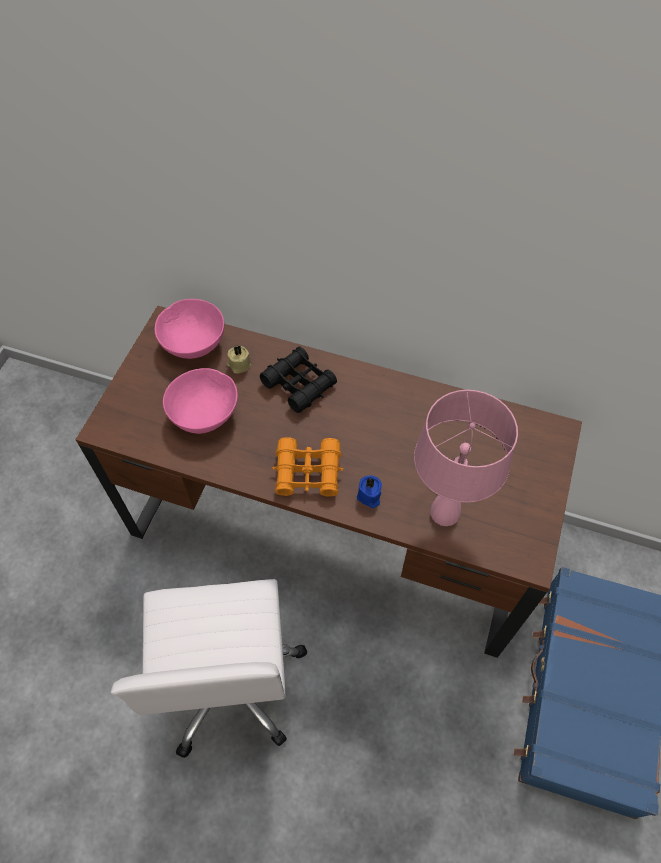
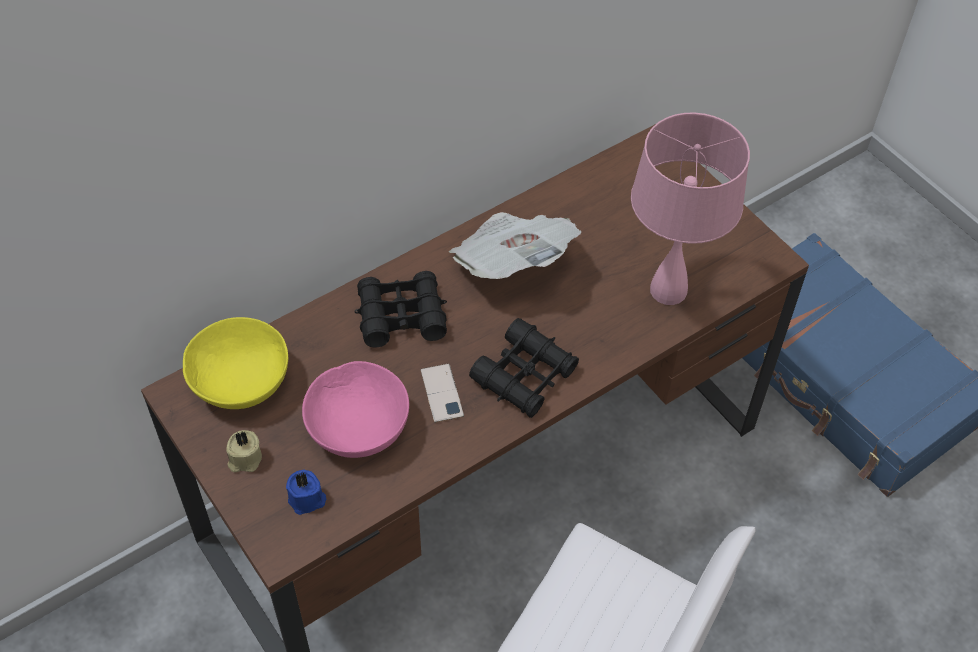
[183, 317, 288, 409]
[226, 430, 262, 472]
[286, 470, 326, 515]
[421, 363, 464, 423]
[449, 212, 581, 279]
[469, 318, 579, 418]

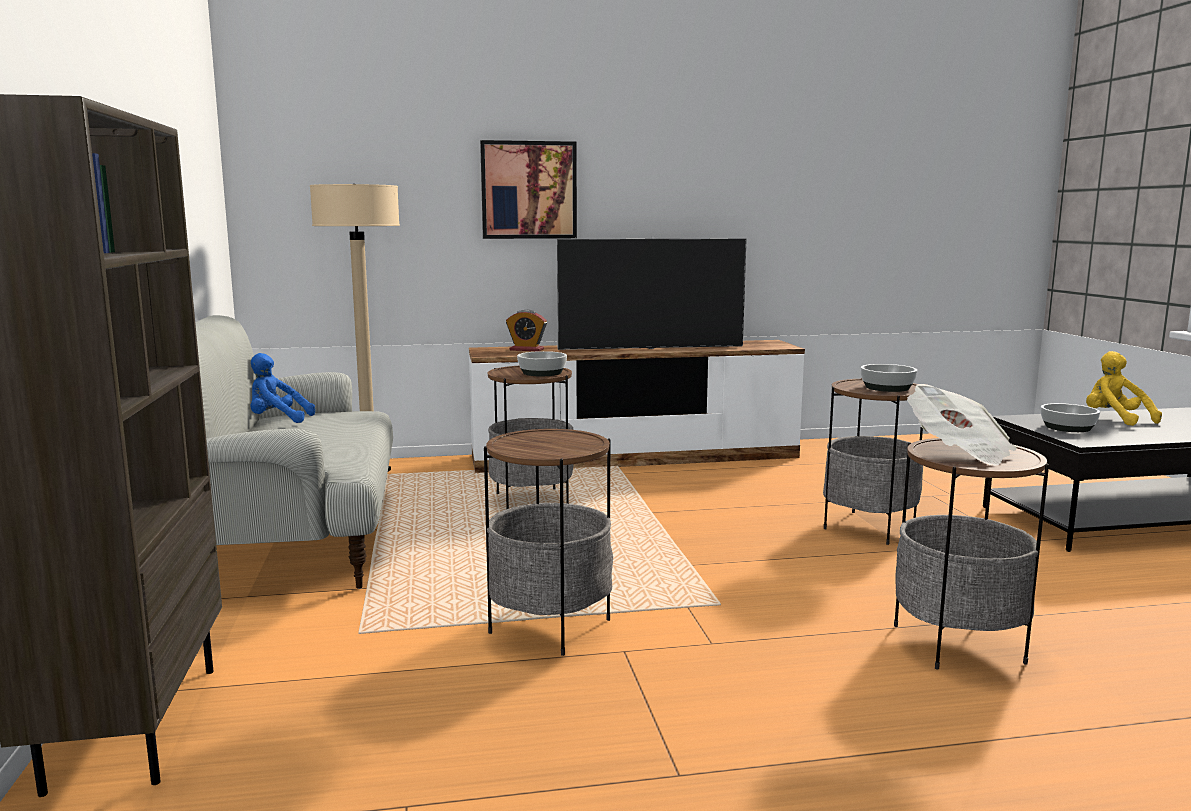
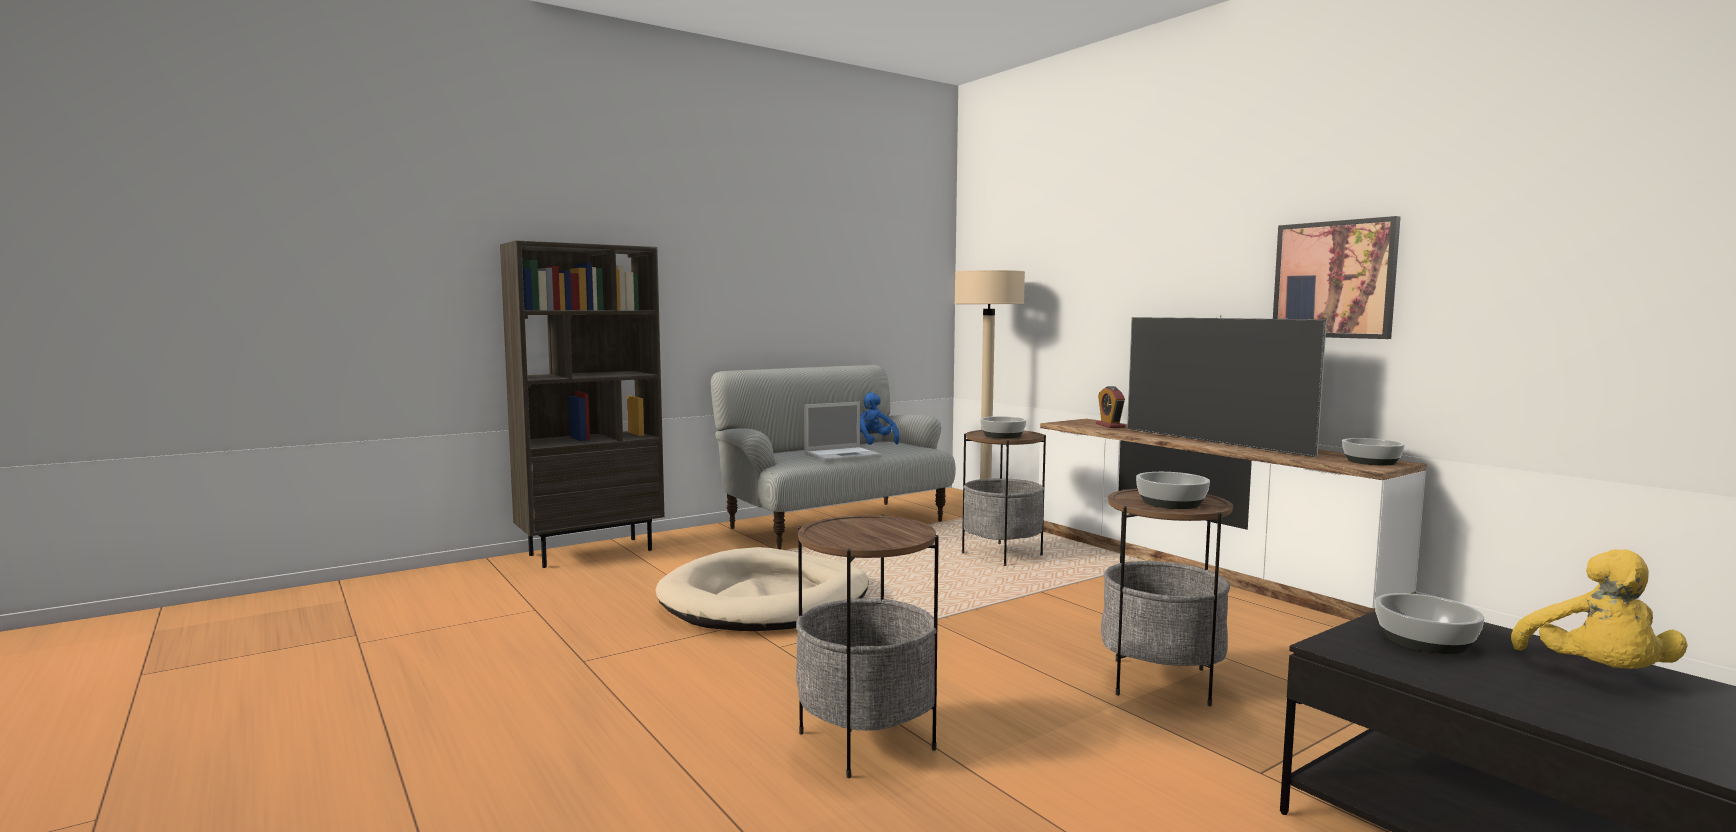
[655, 547, 869, 631]
[804, 402, 882, 462]
[1273, 216, 1401, 339]
[1342, 438, 1405, 466]
[1511, 549, 1687, 669]
[907, 384, 1017, 466] (first image)

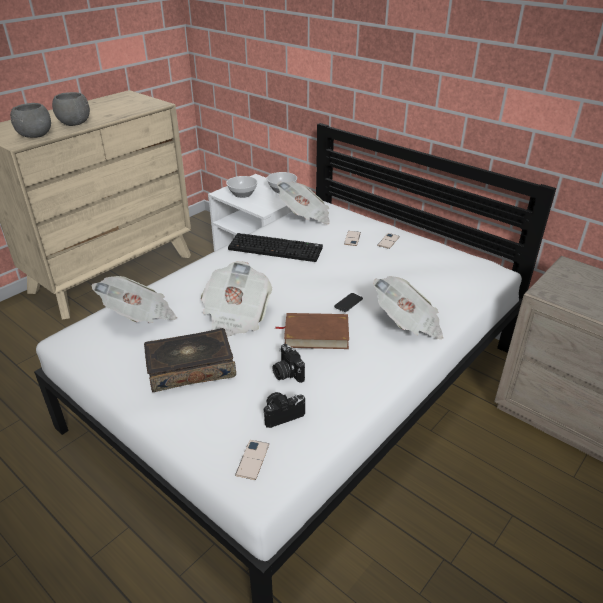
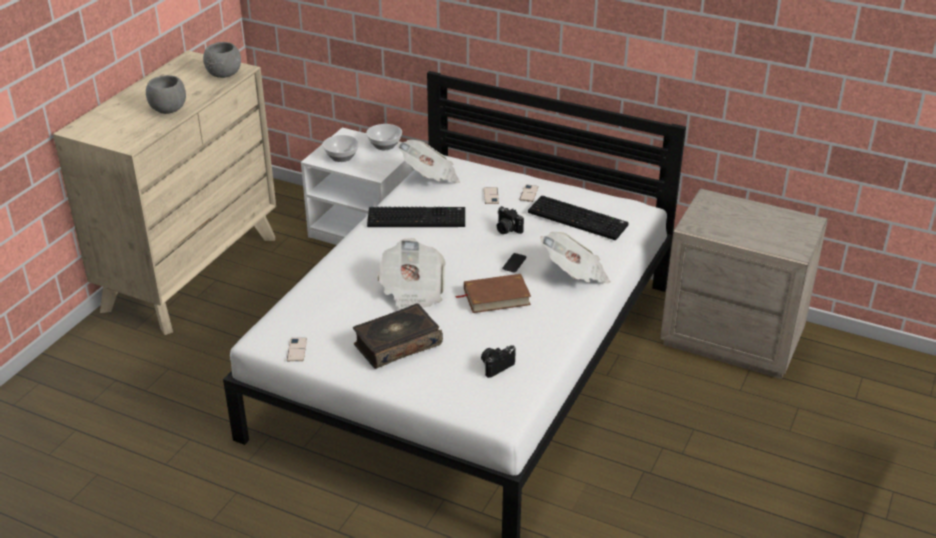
[203, 42, 241, 78]
[287, 338, 307, 361]
[497, 206, 524, 234]
[528, 196, 629, 240]
[92, 276, 177, 323] (first image)

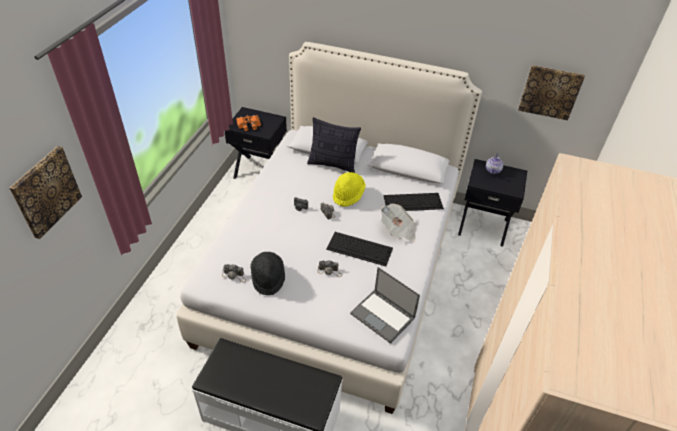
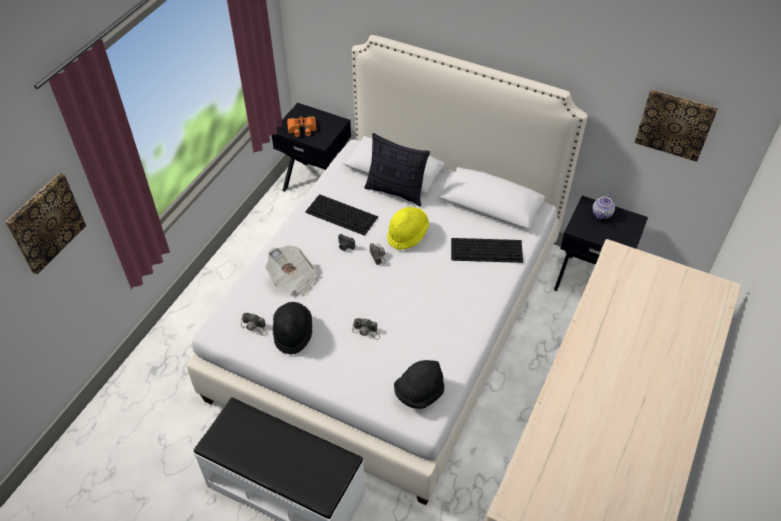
[265, 245, 317, 296]
[305, 194, 378, 236]
[394, 360, 444, 409]

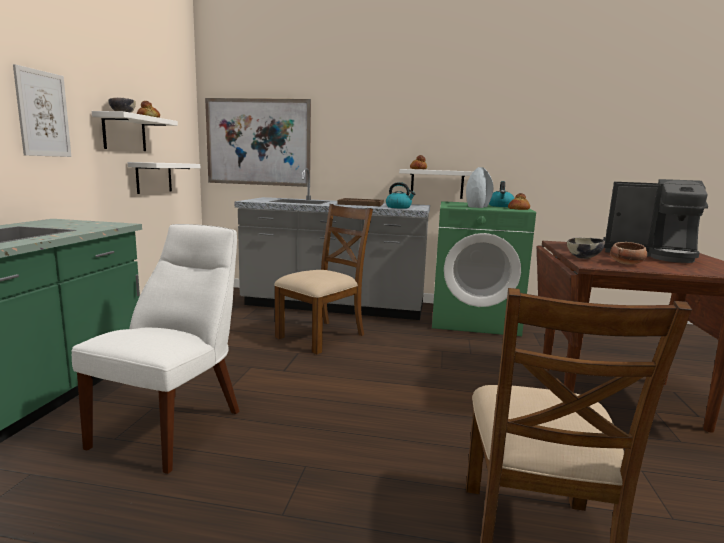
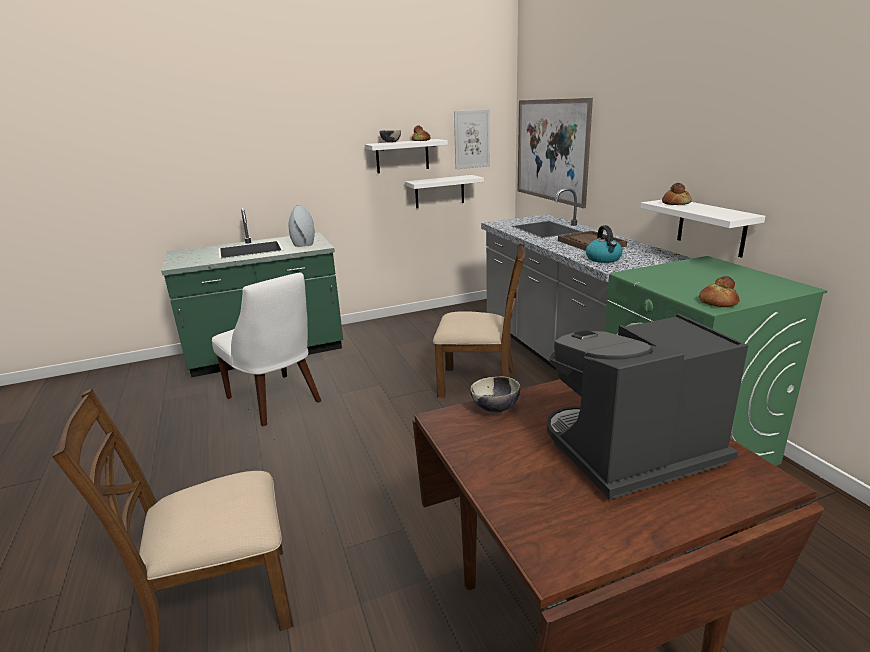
[212, 272, 321, 426]
[288, 205, 315, 247]
[454, 109, 490, 169]
[547, 314, 748, 500]
[489, 181, 515, 207] (first image)
[610, 242, 647, 265] (first image)

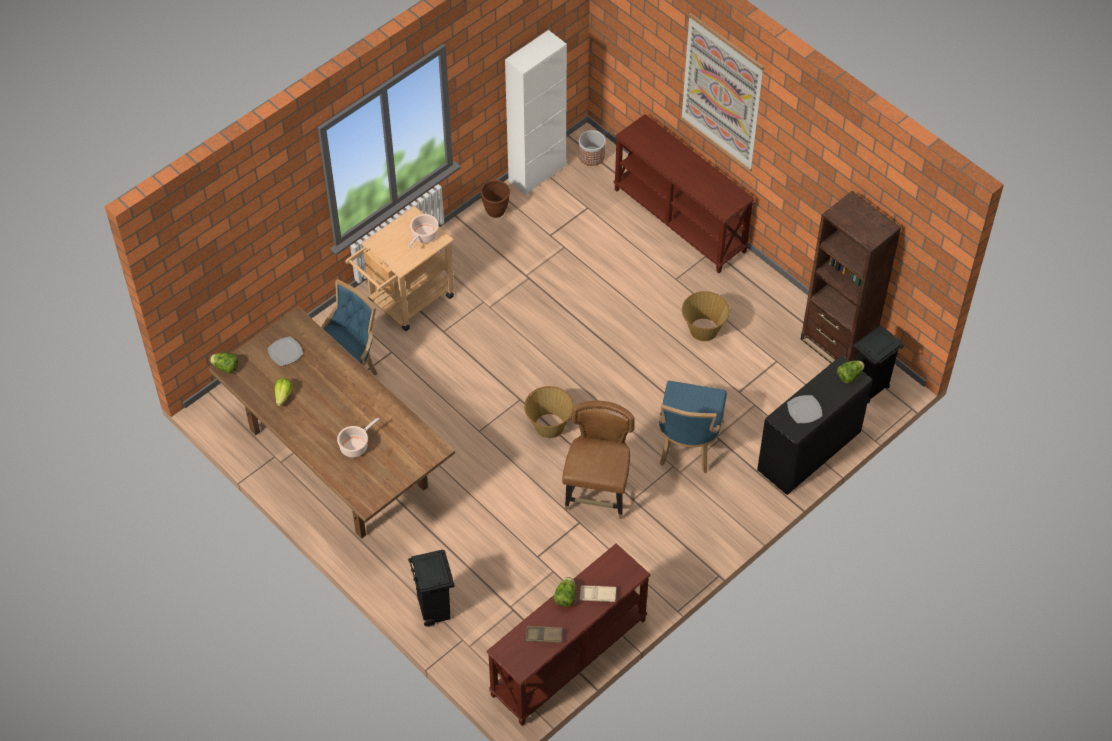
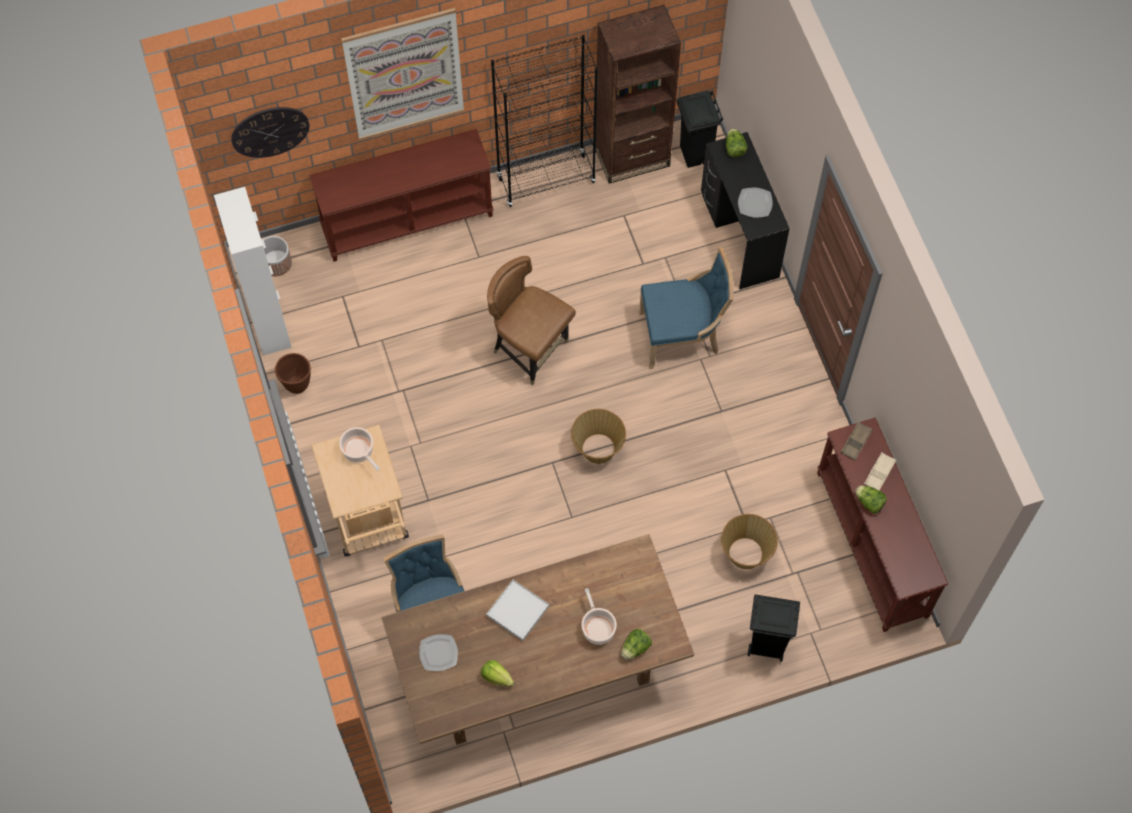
[231, 107, 310, 158]
[486, 580, 549, 641]
[487, 256, 576, 385]
[491, 35, 598, 207]
[621, 629, 652, 660]
[639, 247, 733, 369]
[721, 514, 778, 569]
[841, 422, 873, 461]

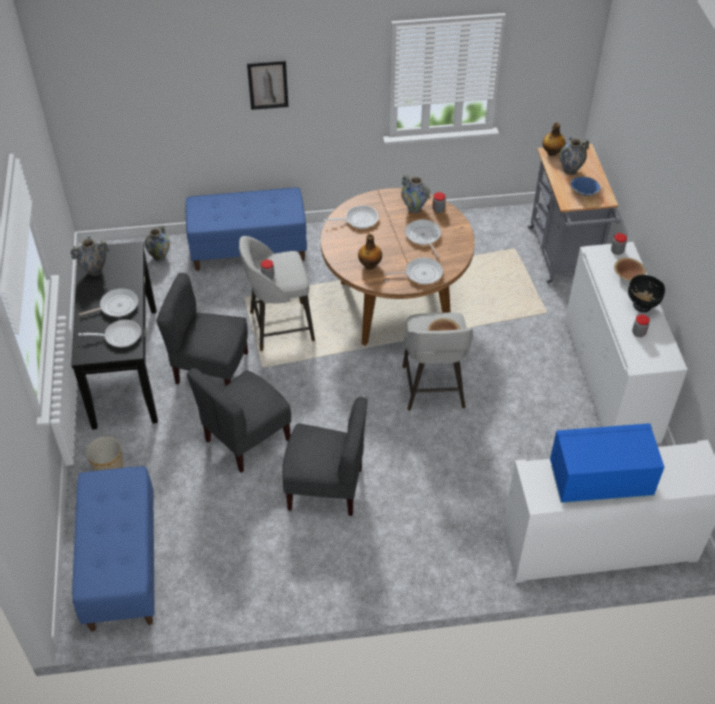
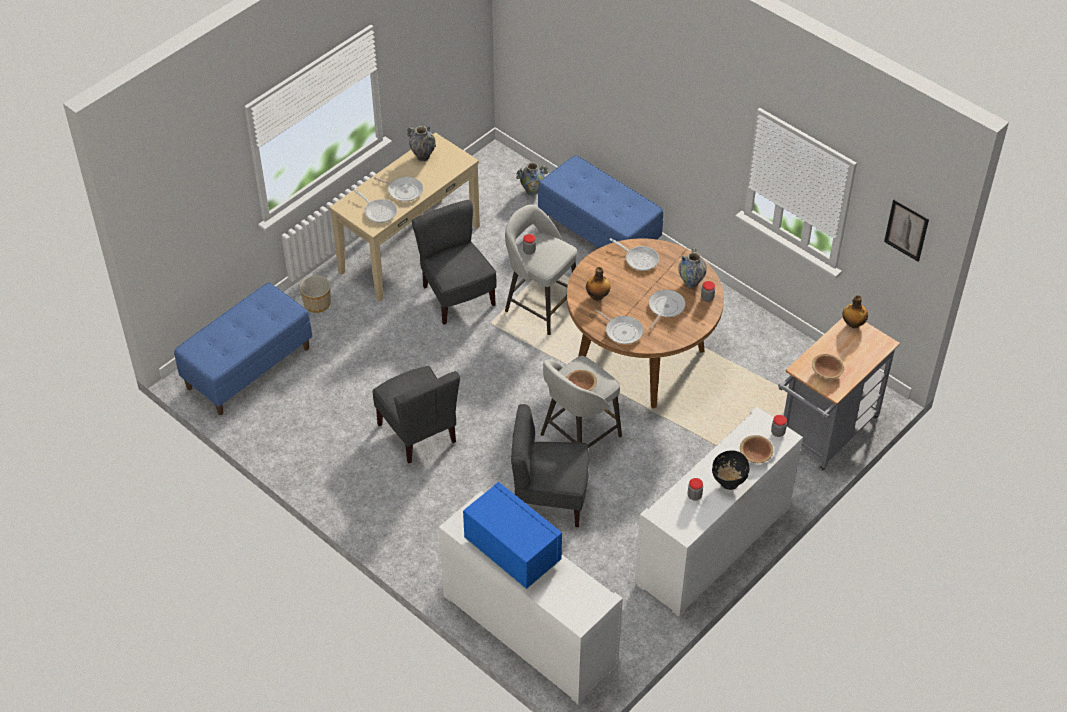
[329, 133, 480, 302]
[511, 404, 589, 527]
[812, 354, 844, 379]
[884, 199, 929, 262]
[560, 137, 590, 175] (first image)

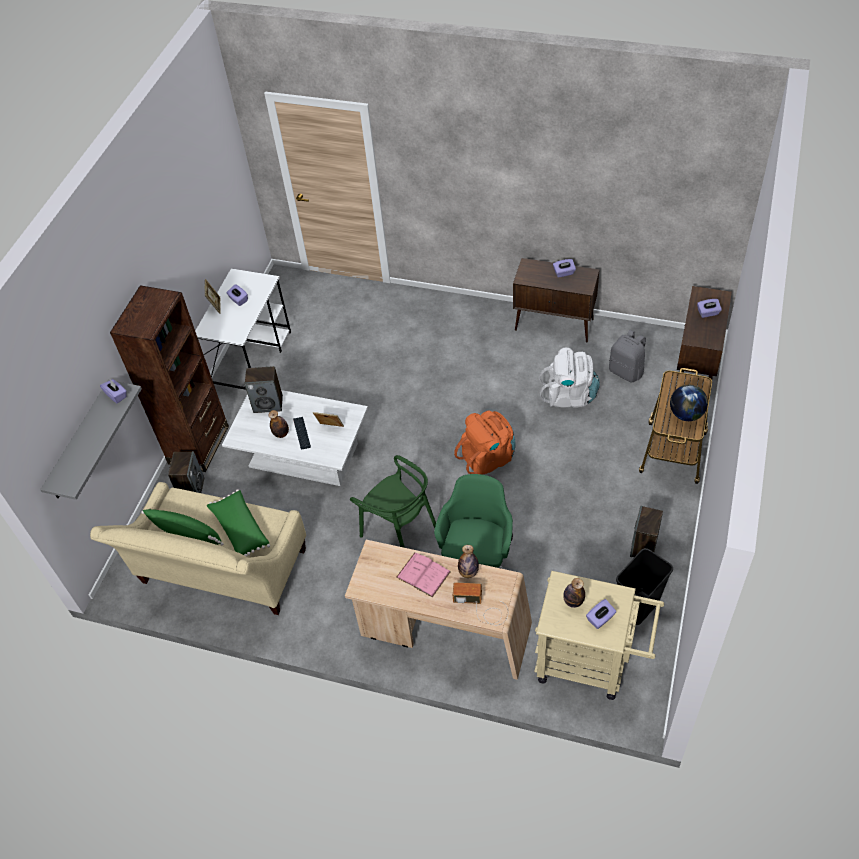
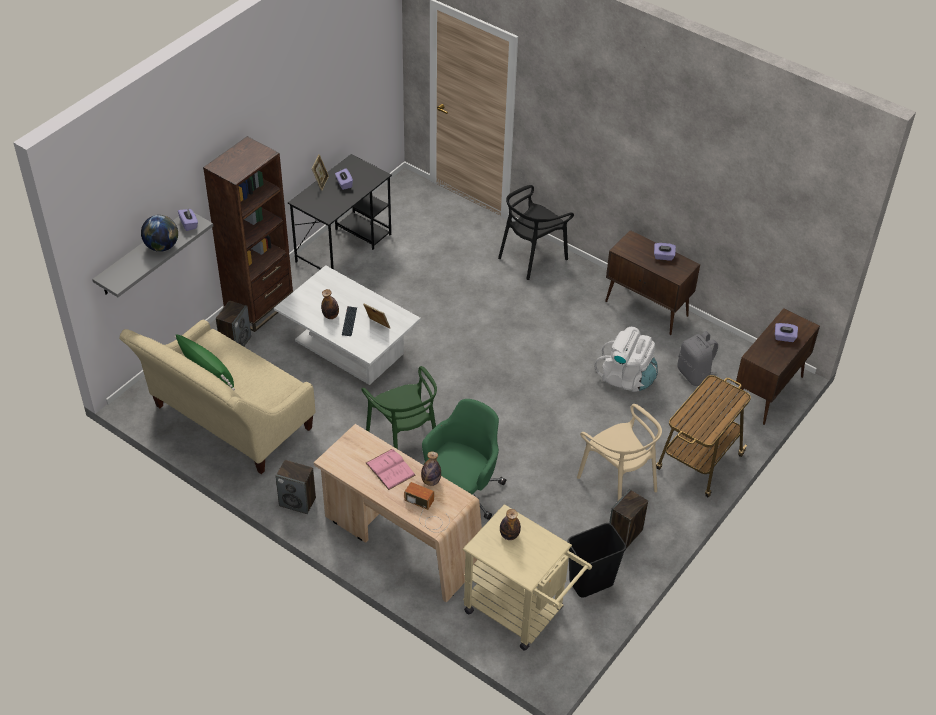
[141, 215, 178, 252]
[275, 460, 316, 514]
[288, 154, 392, 269]
[498, 185, 574, 280]
[577, 404, 662, 501]
[207, 489, 270, 556] (first image)
[454, 410, 516, 475] (first image)
[586, 599, 616, 629] (first image)

